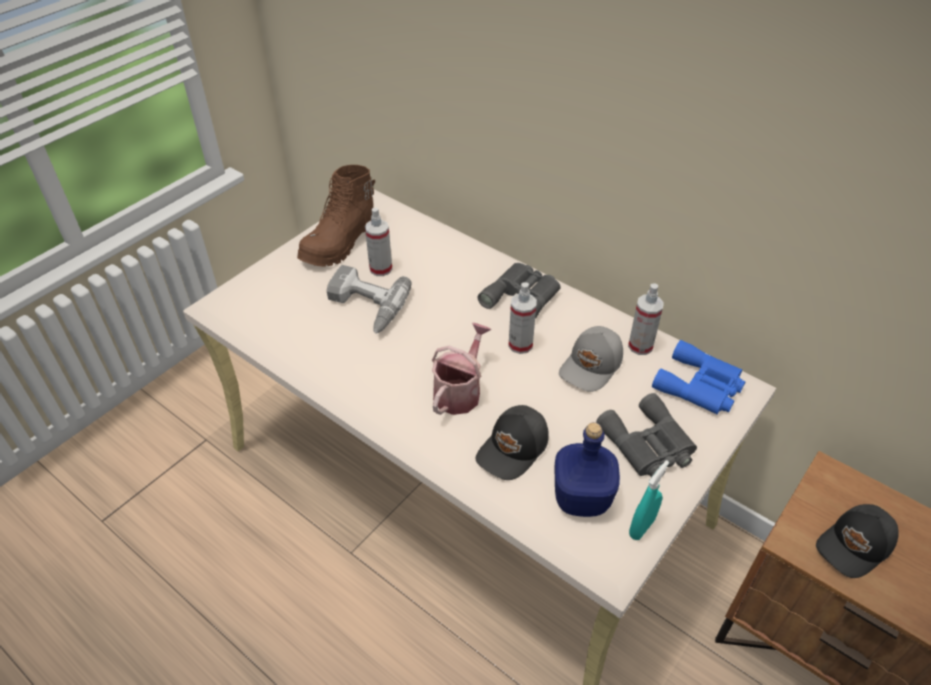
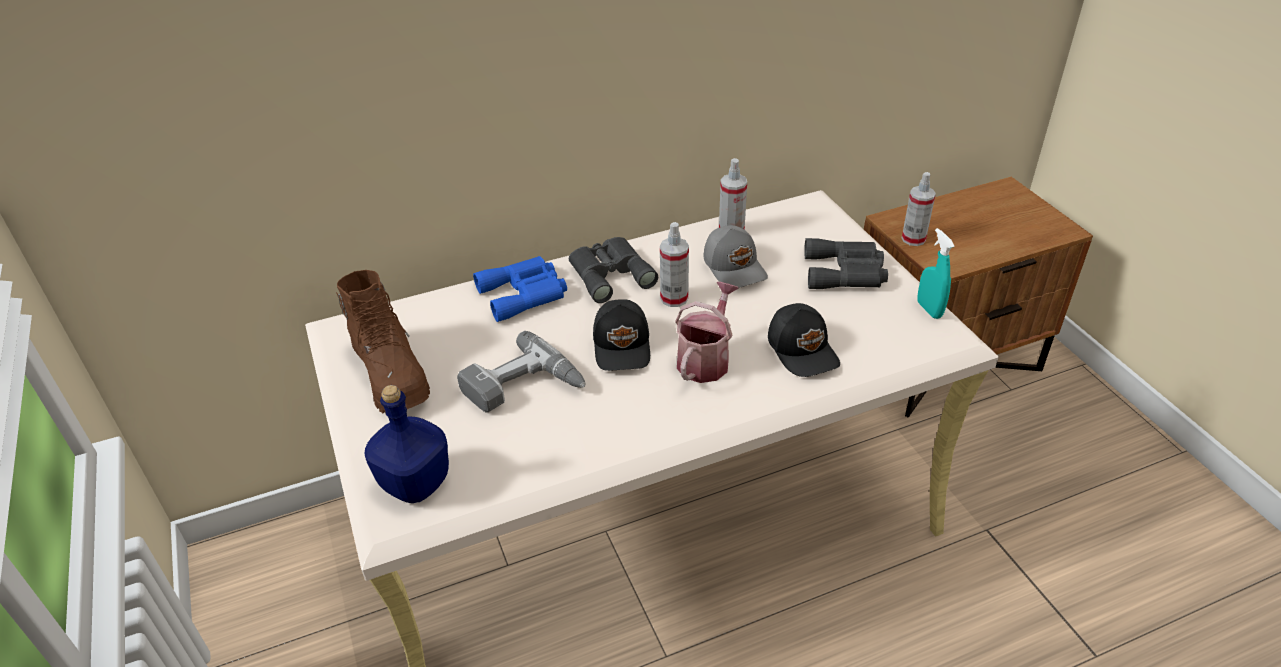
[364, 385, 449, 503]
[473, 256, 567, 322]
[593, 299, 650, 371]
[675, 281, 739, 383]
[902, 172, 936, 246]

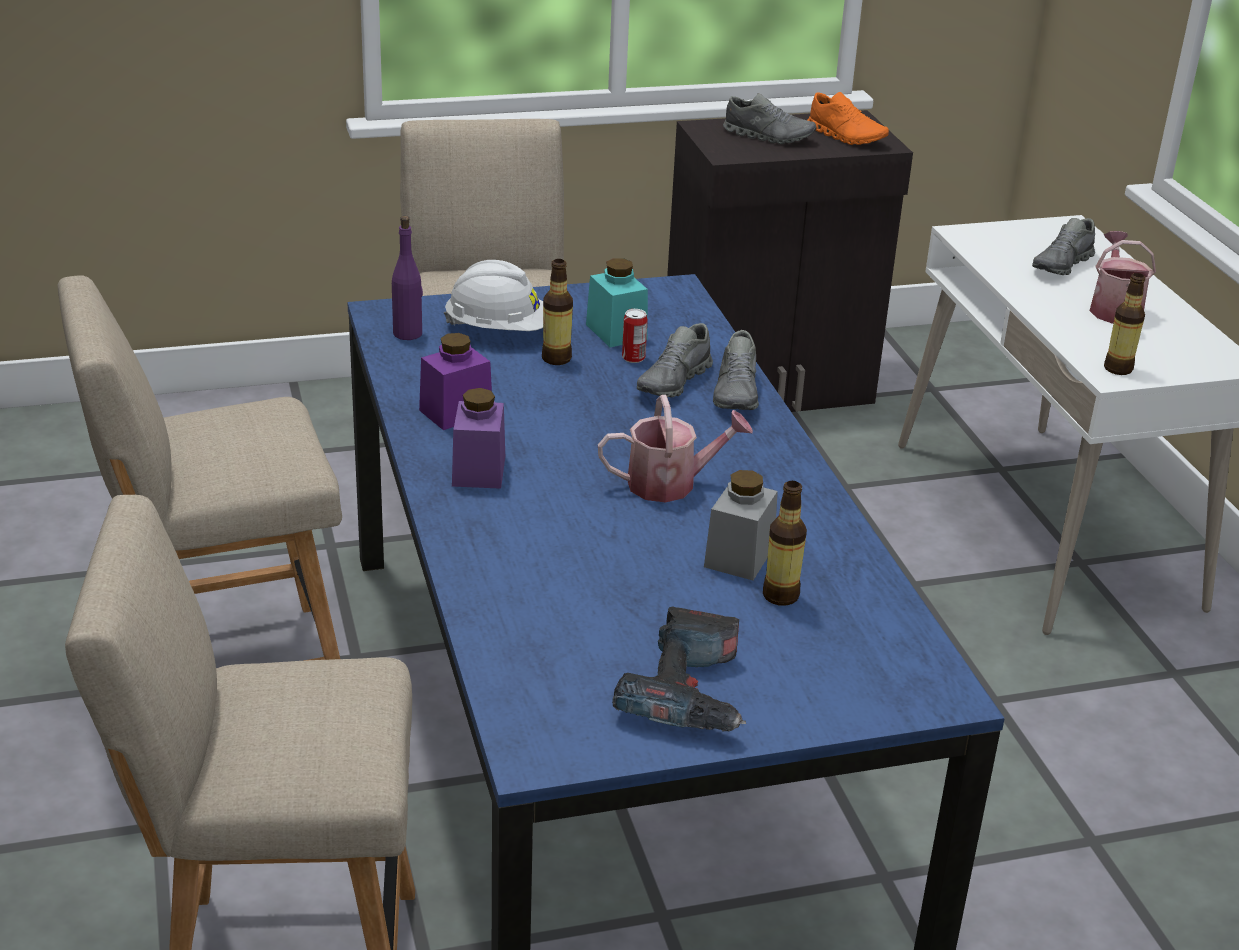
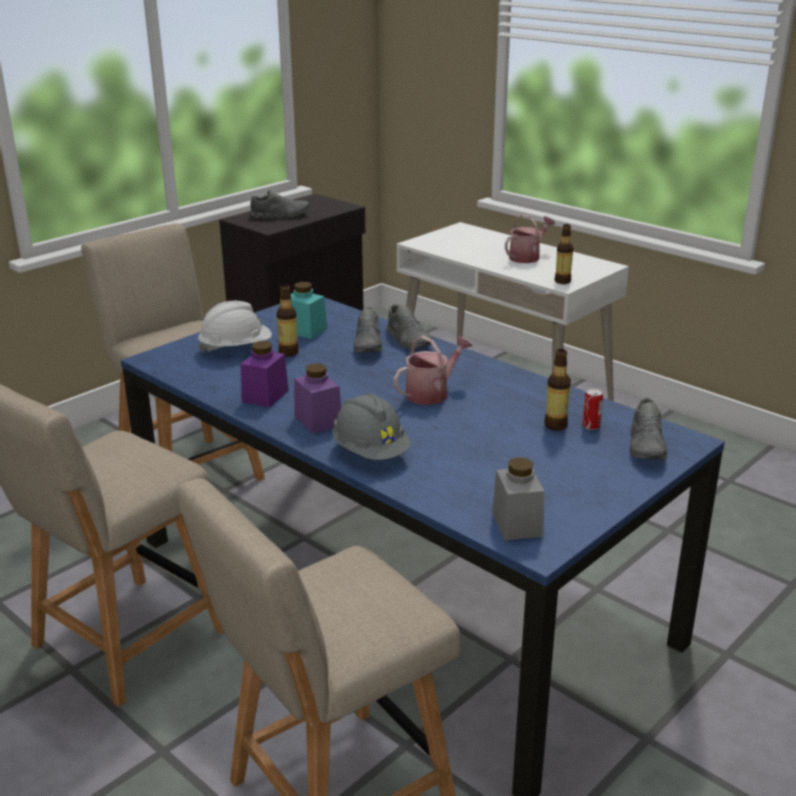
[332, 393, 411, 460]
[492, 457, 545, 540]
[505, 214, 555, 263]
[582, 388, 603, 430]
[630, 397, 668, 460]
[392, 216, 423, 340] (first image)
[612, 606, 746, 731] (first image)
[807, 92, 889, 145] (first image)

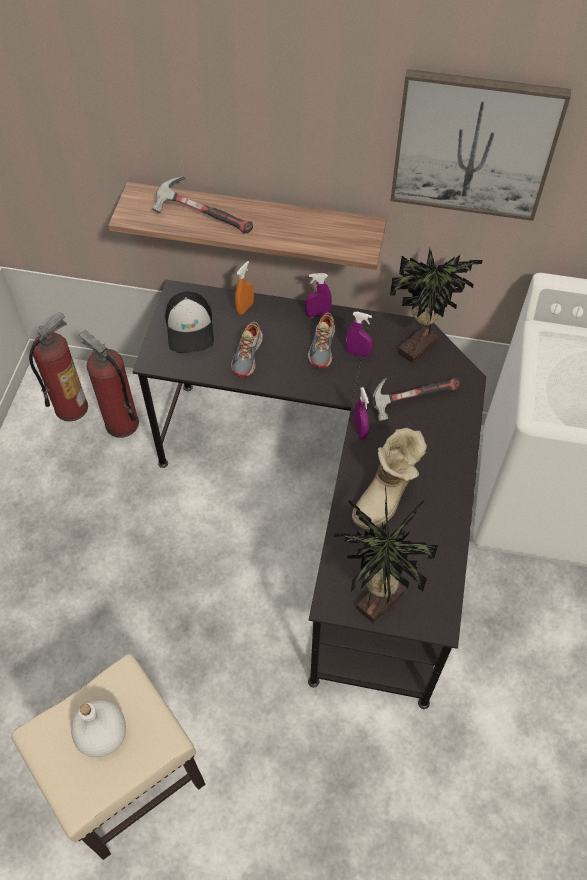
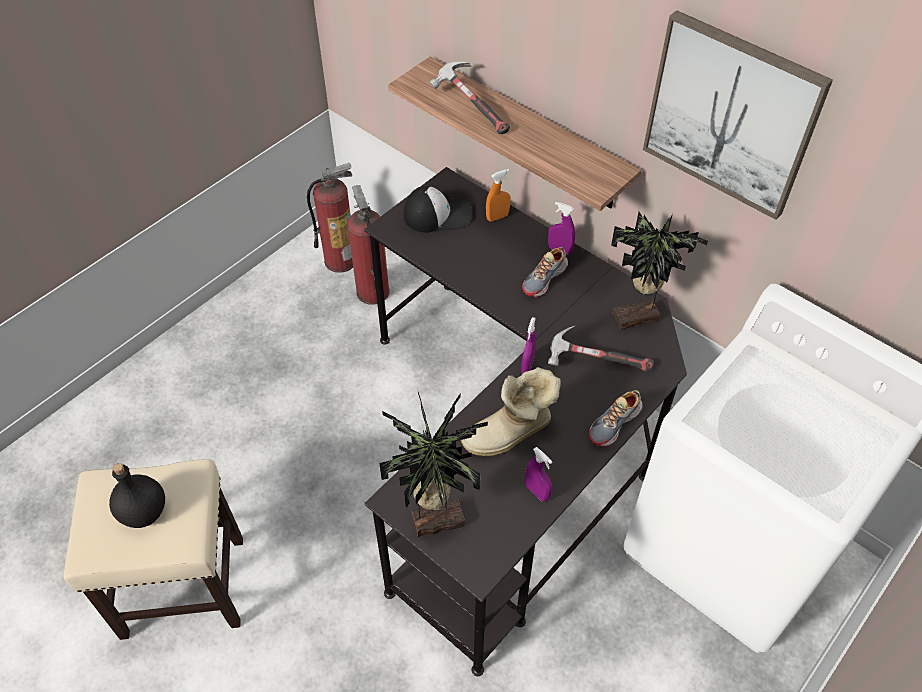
[109, 463, 165, 528]
[404, 186, 472, 233]
[525, 447, 553, 502]
[589, 390, 642, 447]

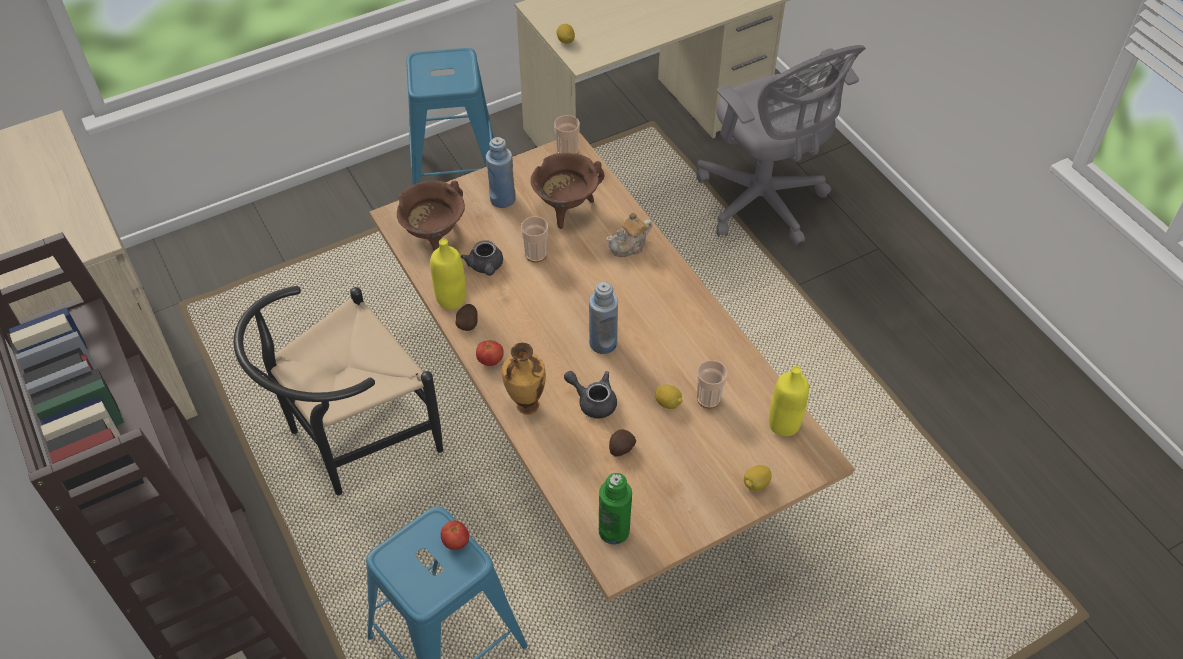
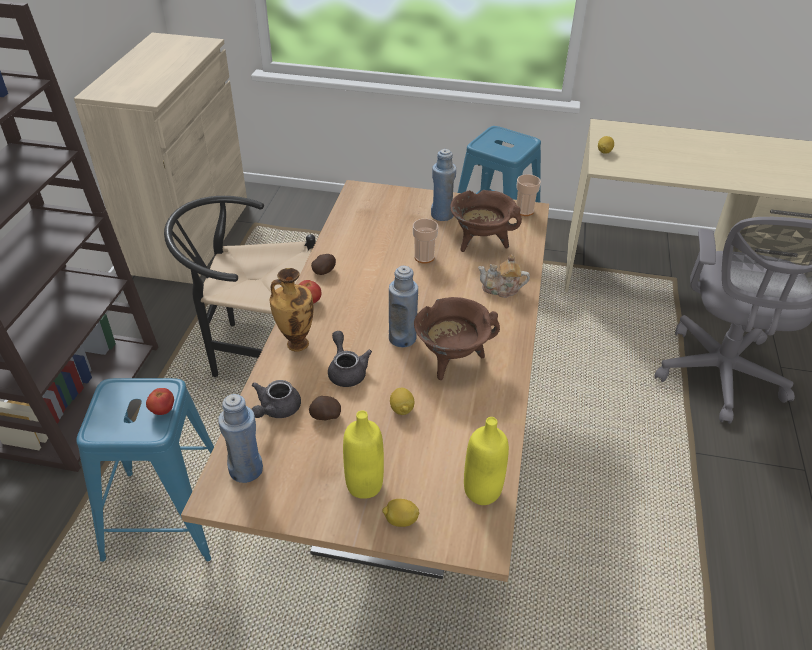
[218, 394, 263, 483]
[252, 380, 301, 418]
[343, 411, 384, 499]
[414, 297, 500, 380]
[697, 360, 728, 409] (first image)

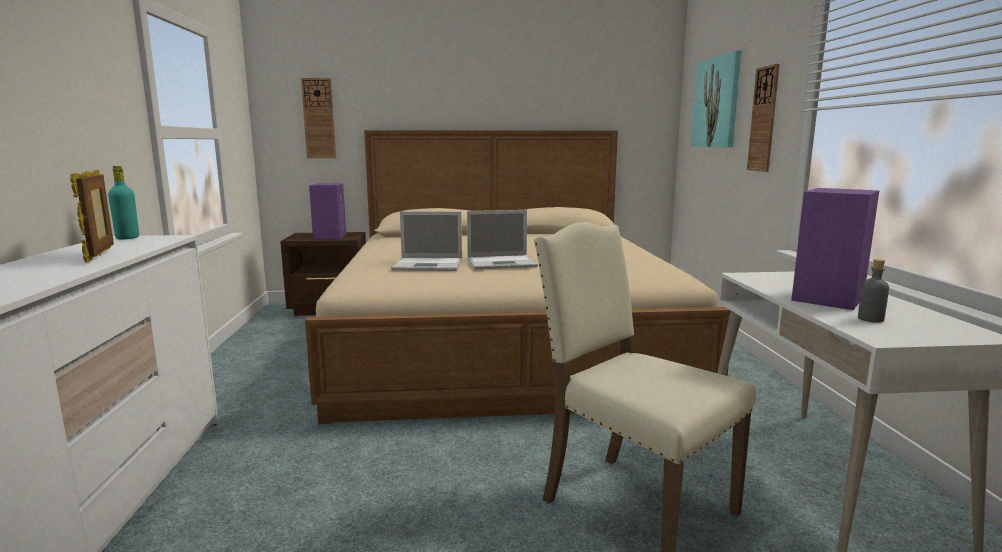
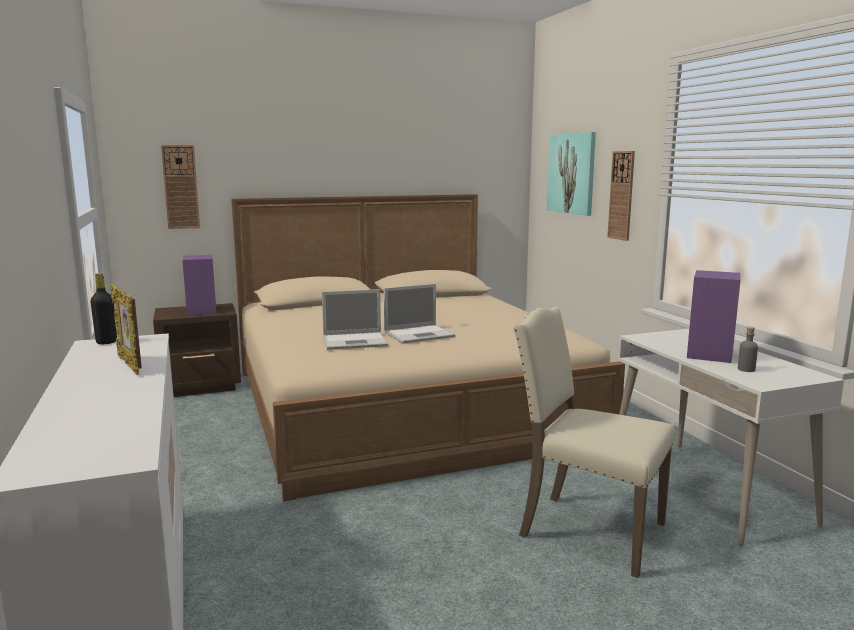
[90, 273, 117, 344]

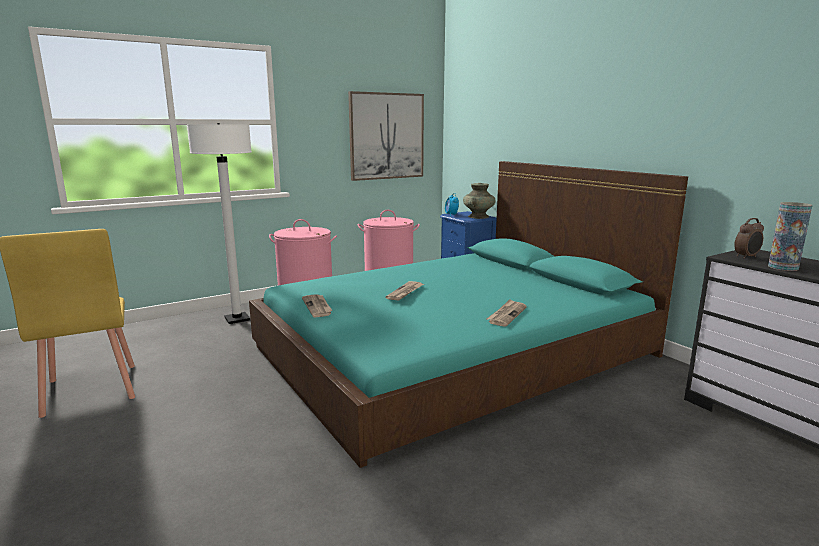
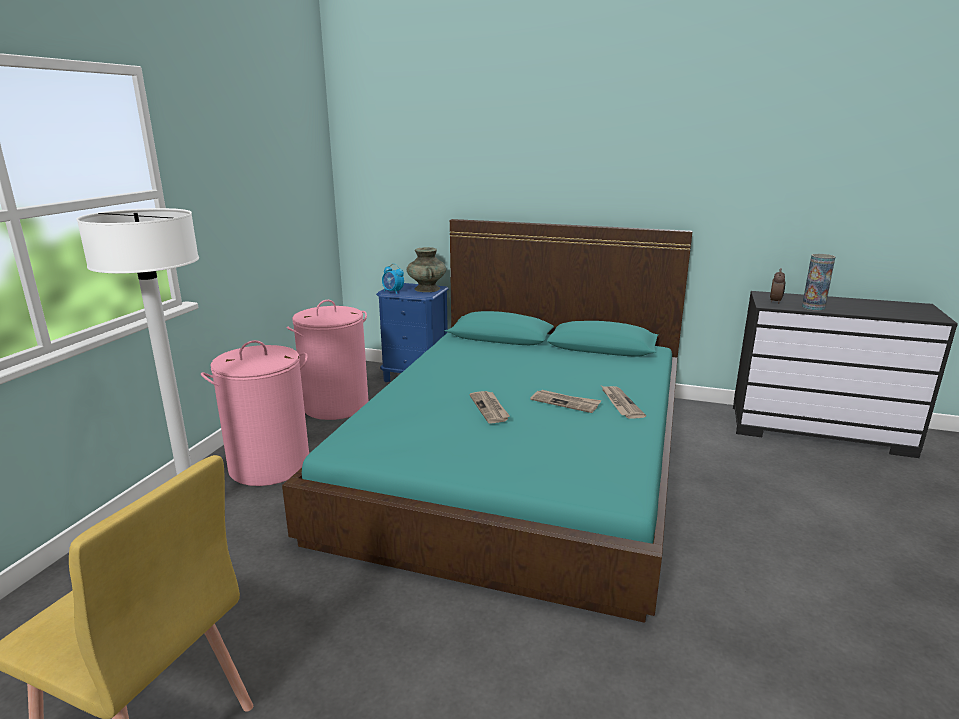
[530, 390, 602, 413]
[348, 91, 424, 181] (first image)

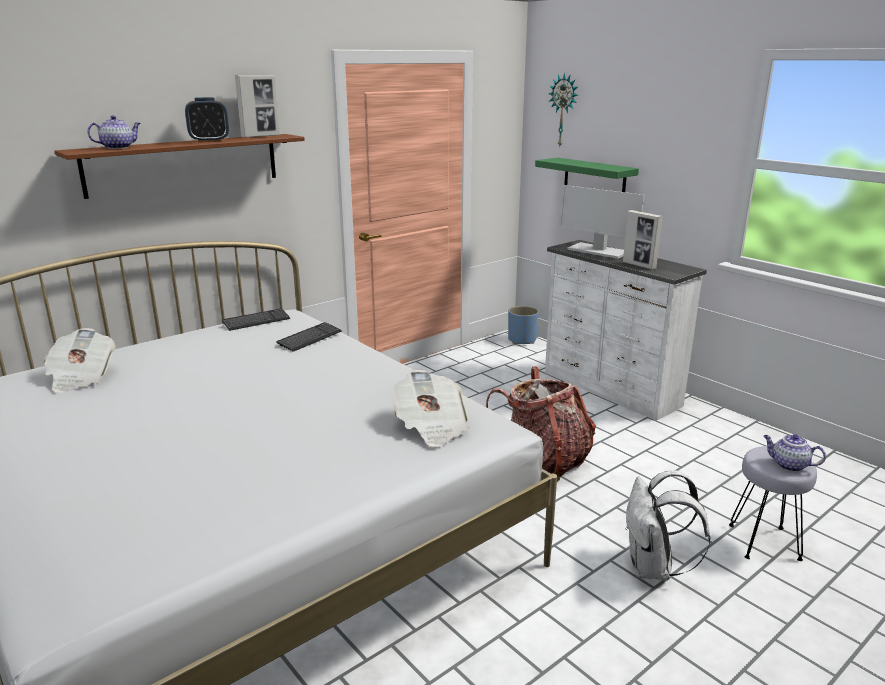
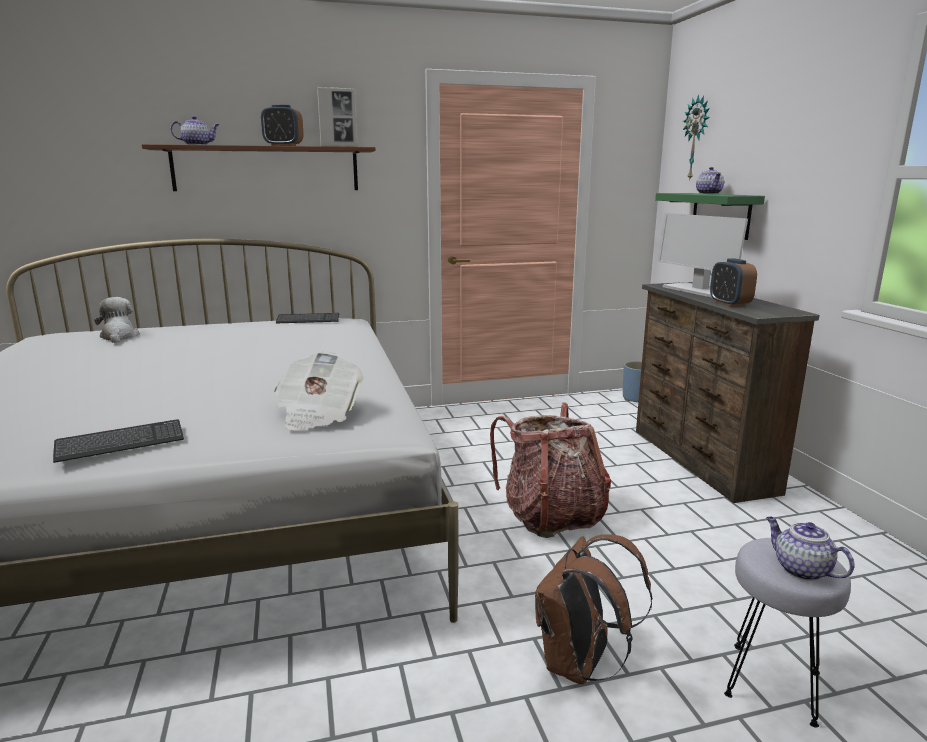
[53, 419, 184, 463]
[94, 297, 140, 343]
[535, 534, 652, 684]
[636, 282, 819, 503]
[696, 167, 724, 194]
[710, 258, 757, 307]

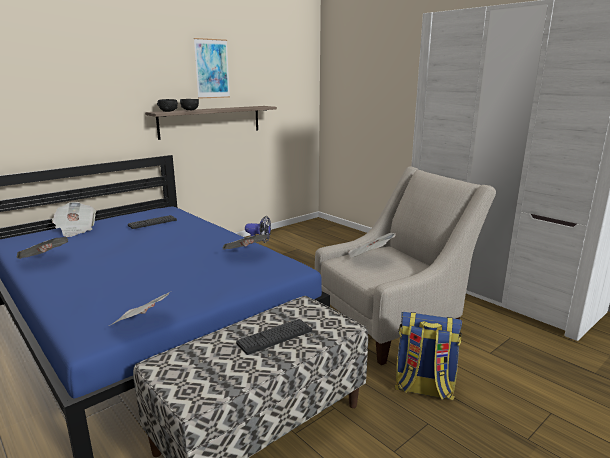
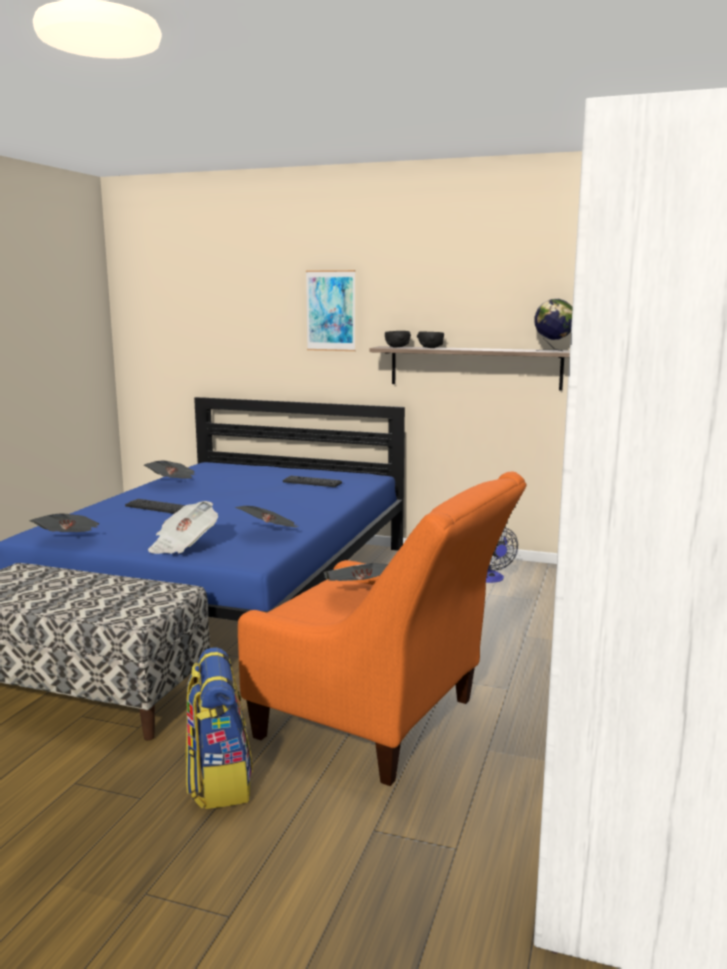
[125, 499, 186, 514]
[148, 501, 218, 554]
[238, 472, 526, 786]
[306, 270, 355, 351]
[535, 299, 573, 351]

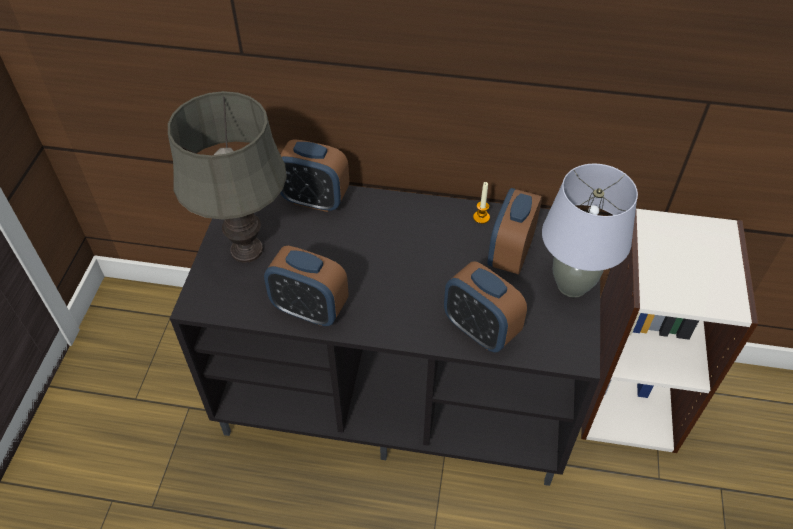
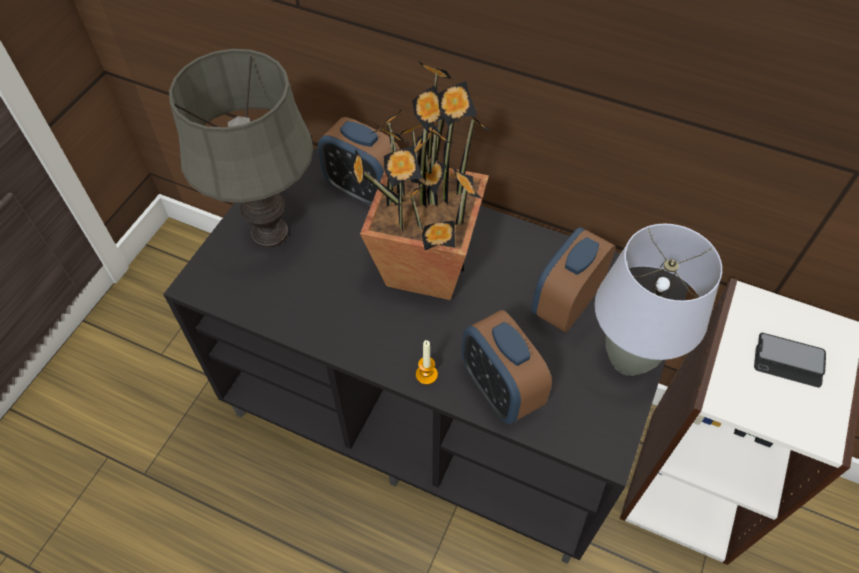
[350, 61, 490, 300]
[416, 340, 438, 385]
[754, 333, 826, 388]
[264, 246, 349, 326] (first image)

